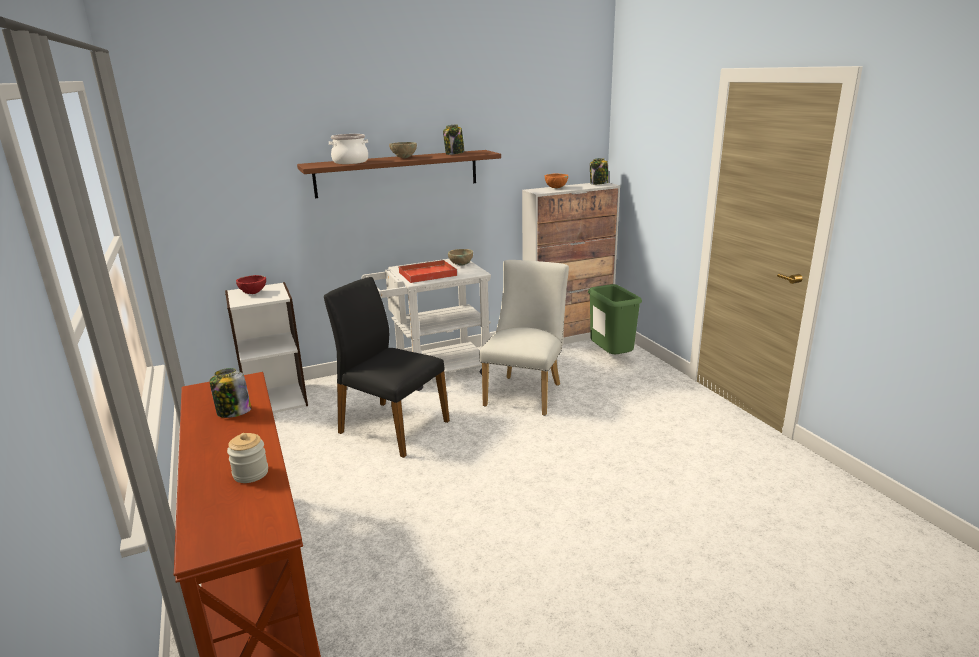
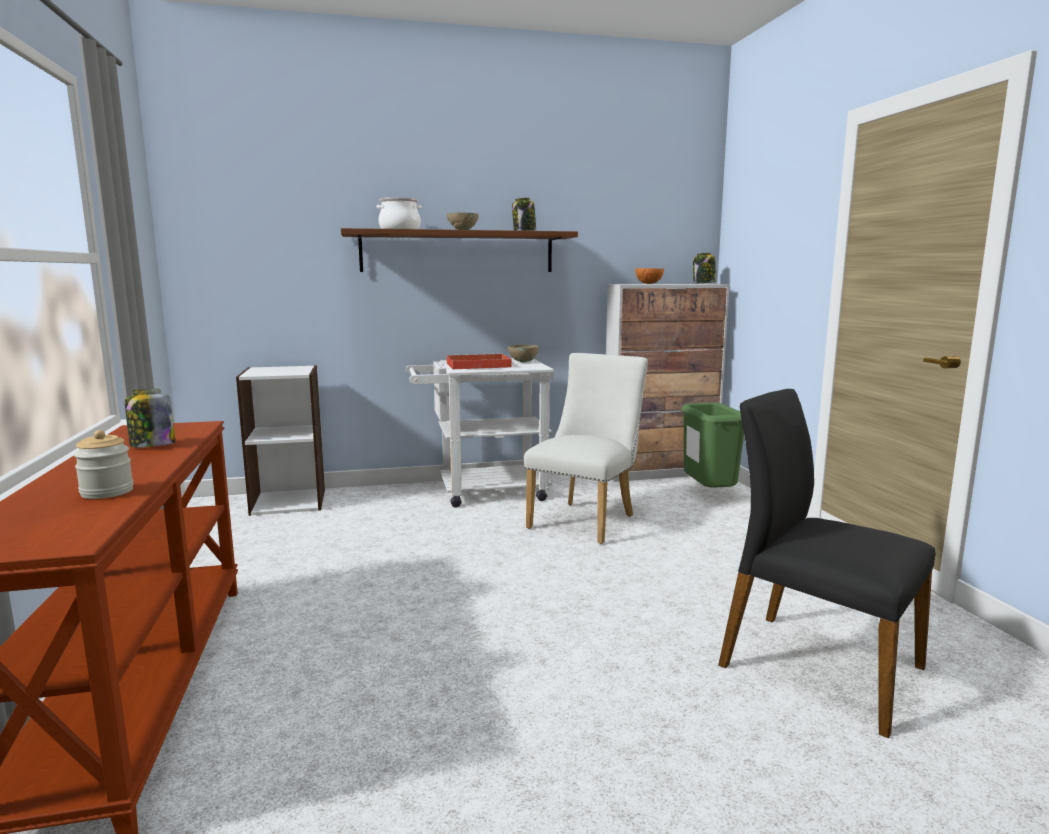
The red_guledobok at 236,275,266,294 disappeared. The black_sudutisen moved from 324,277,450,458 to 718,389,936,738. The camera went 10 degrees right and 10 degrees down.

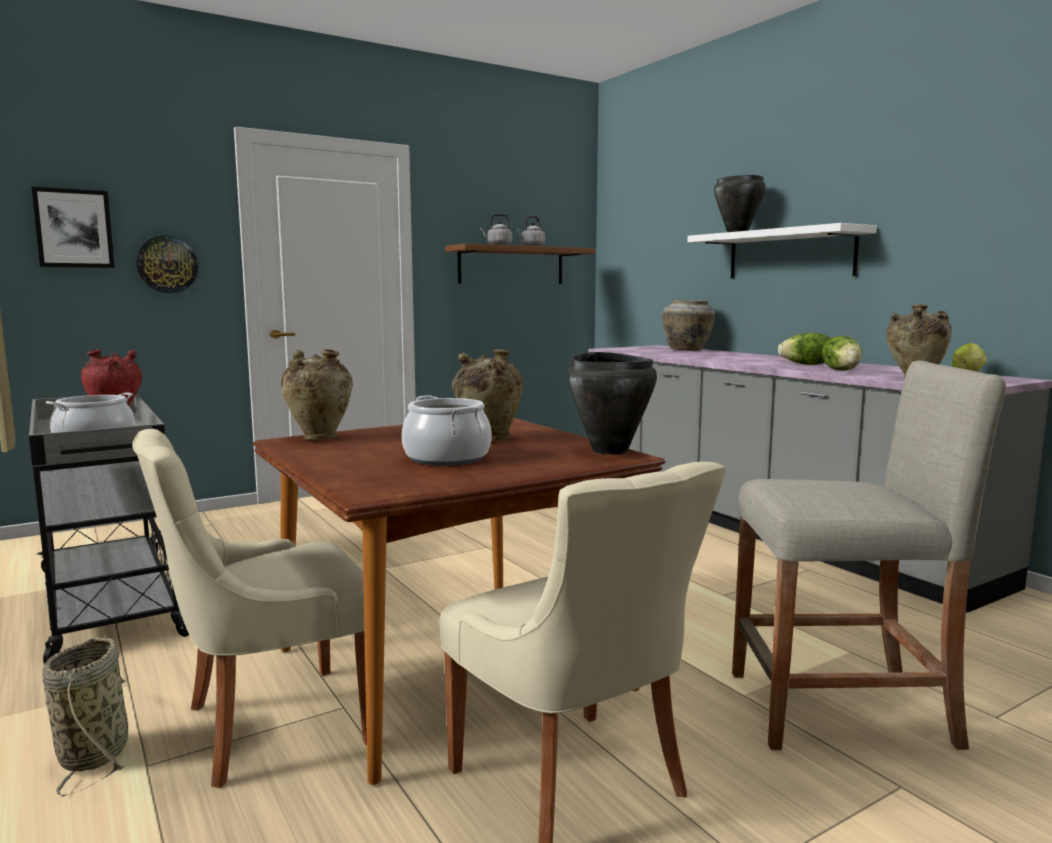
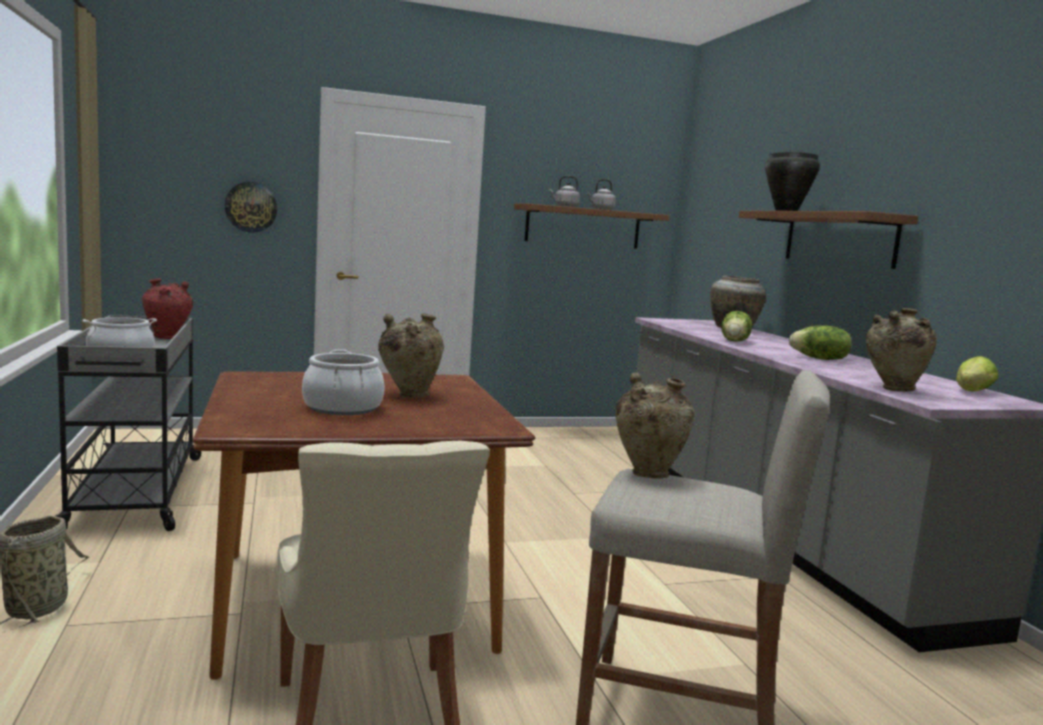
The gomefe at 32,187,115,268 disappeared. The beige_sudutisen at 132,429,367,788 disappeared. The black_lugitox at 567,352,657,455 disappeared. The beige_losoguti moved from 281,349,353,439 to 615,372,695,479. The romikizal moved from 822,336,862,370 to 721,311,752,342. The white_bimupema at 687,223,877,278 became the brown_bimupema at 739,211,918,269. The camera went 15 degrees right and 0 degrees up.

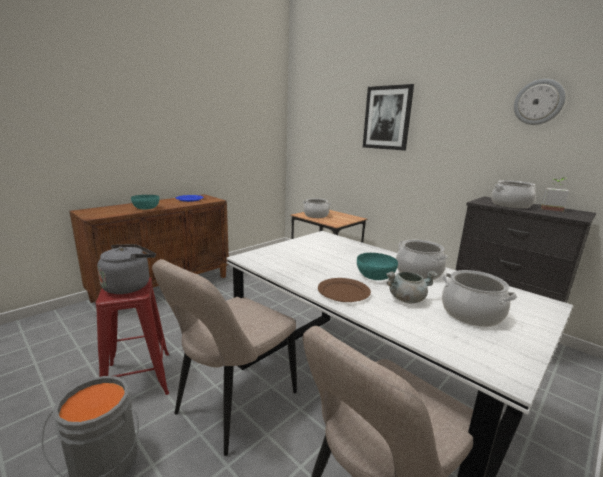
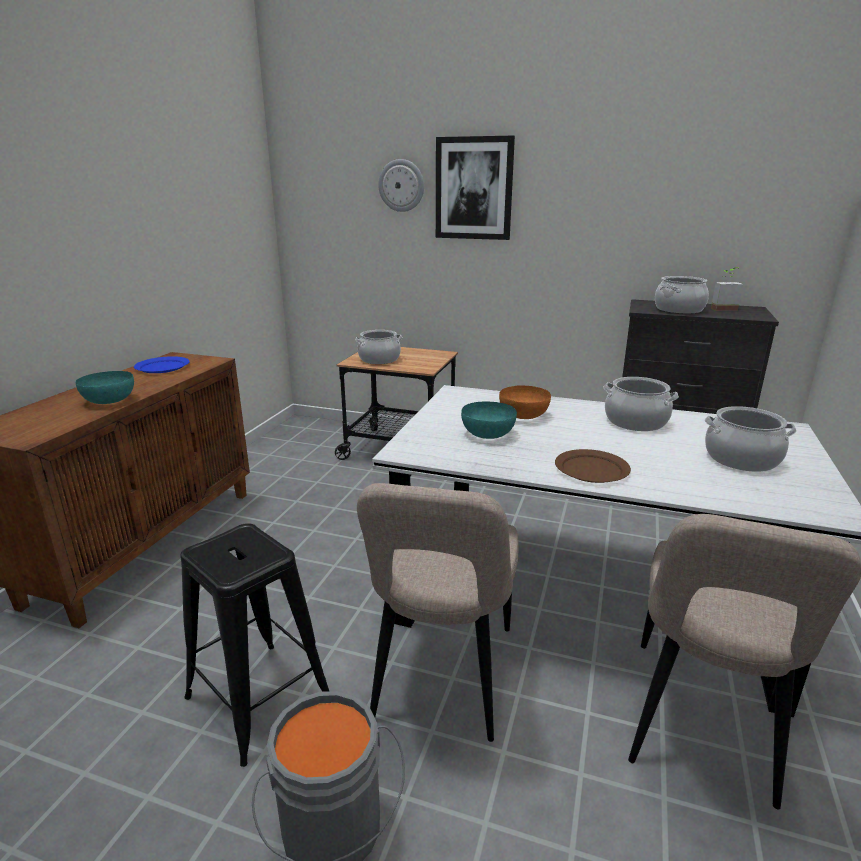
The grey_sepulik at 97,244,156,294 disappeared. The grey_lugitox at 386,271,438,303 disappeared. The orange_guledobok at 499,386,551,419 appeared. The turquoise_guledobok moved from 357,253,398,280 to 461,401,517,439. The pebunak moved from 514,79,565,125 to 378,159,424,212. The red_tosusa at 96,277,169,395 became the black_tosusa at 180,523,329,767. The camera went 25 degrees left and 5 degrees up.

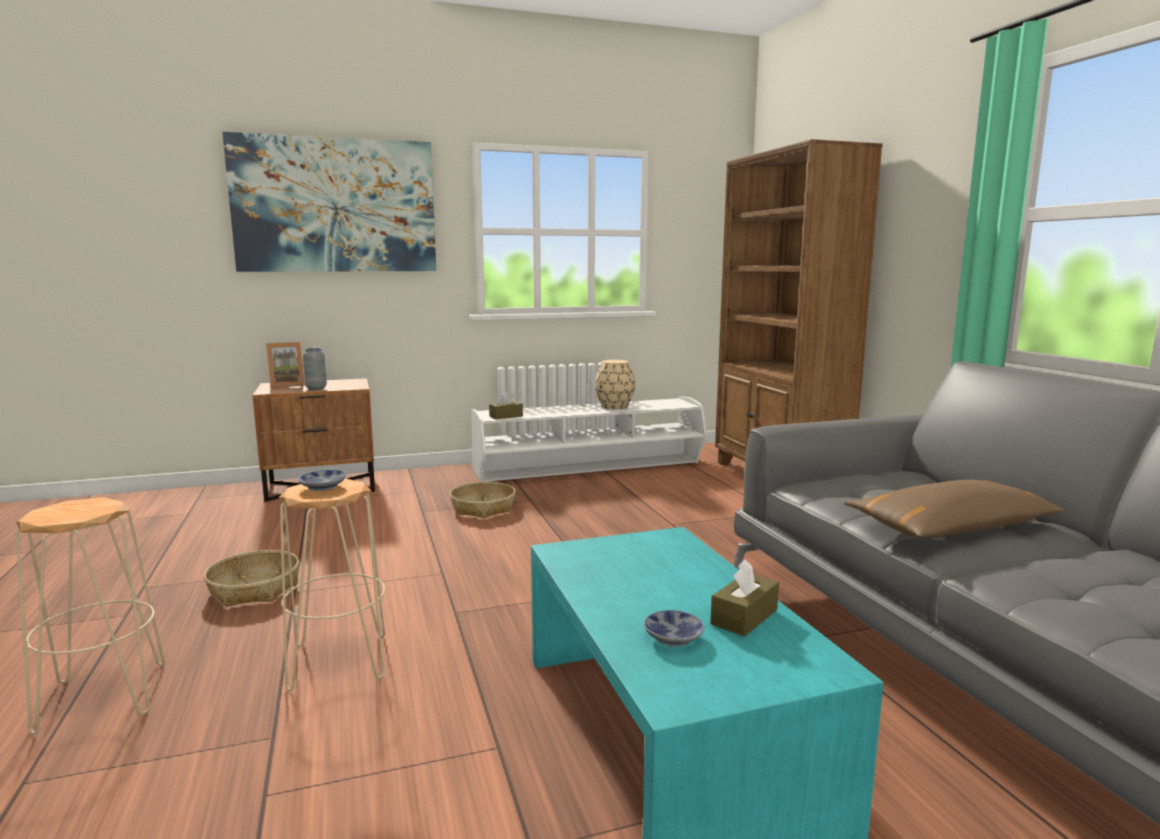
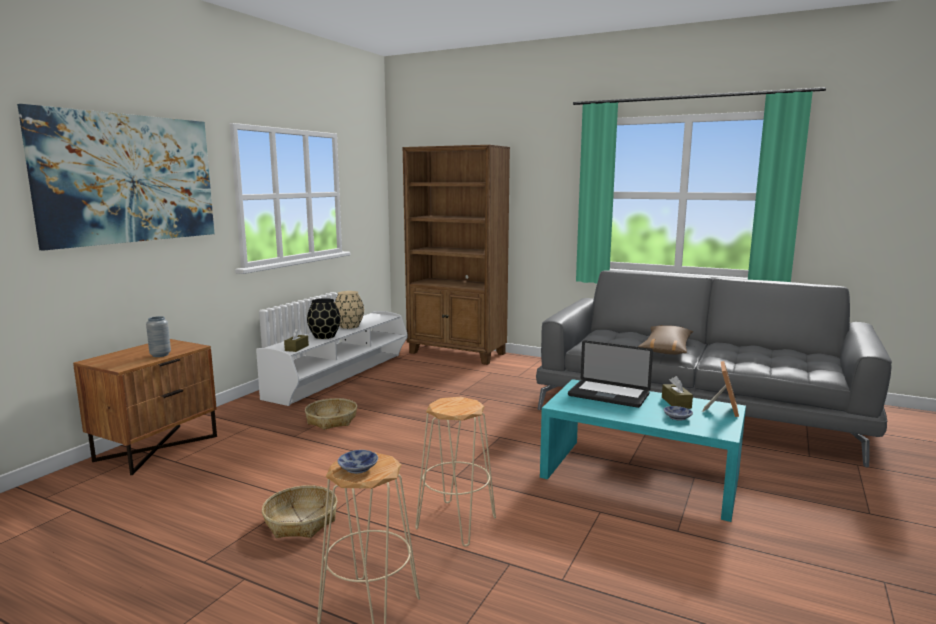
The black_losoguti at 307,298,340,339 appeared. The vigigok at 568,340,653,408 appeared. The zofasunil moved from 266,342,305,388 to 702,361,739,417. The guledobok moved from 298,470,346,491 to 338,450,378,474. The camera went 45 degrees left and 0 degrees up.

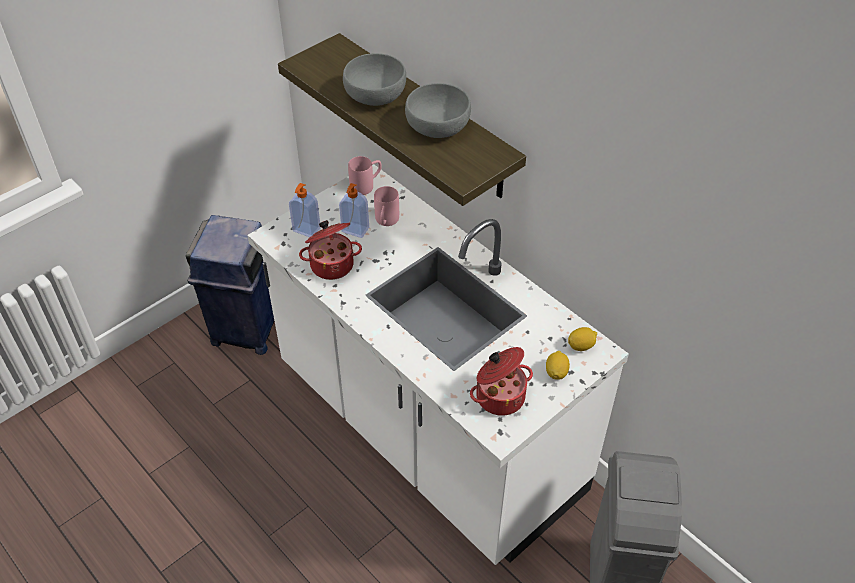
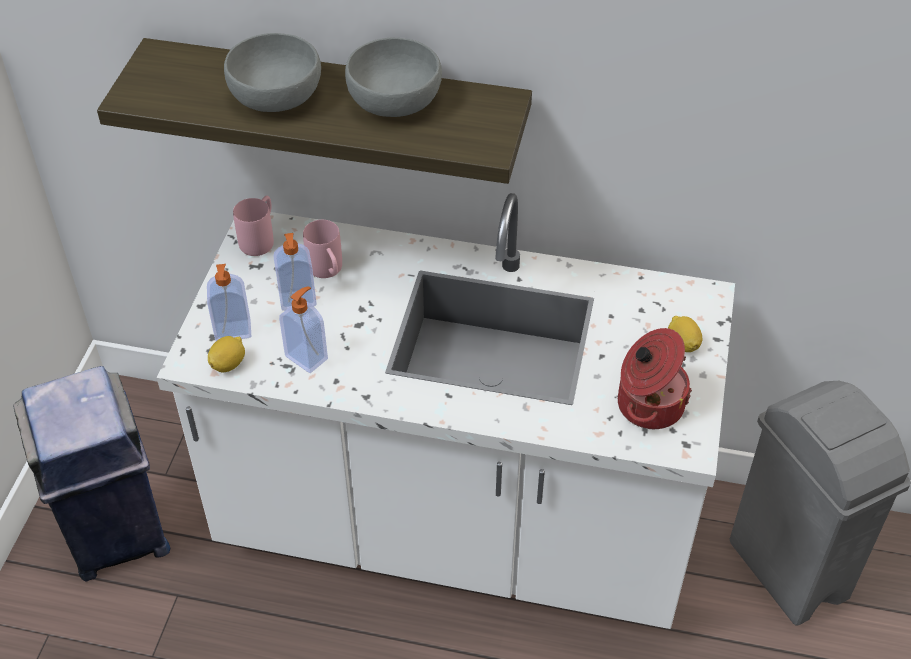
The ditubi moved from 568,327,597,351 to 208,336,245,372. The lugitox at 299,220,362,280 was replaced by the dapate at 279,286,328,373. The camera went 35 degrees left and 0 degrees up.

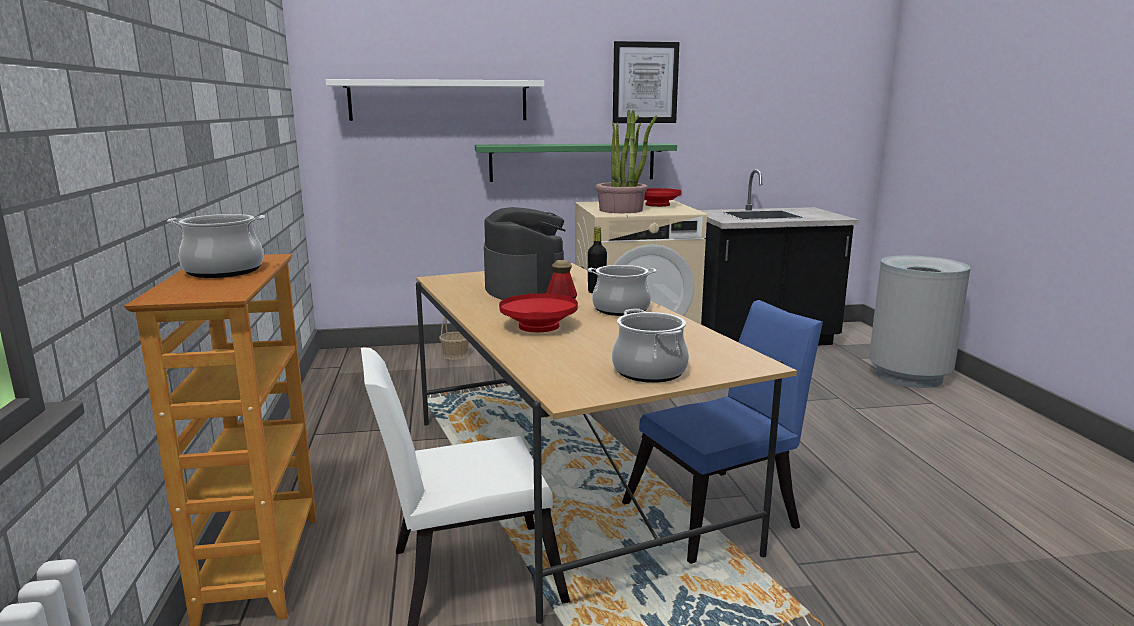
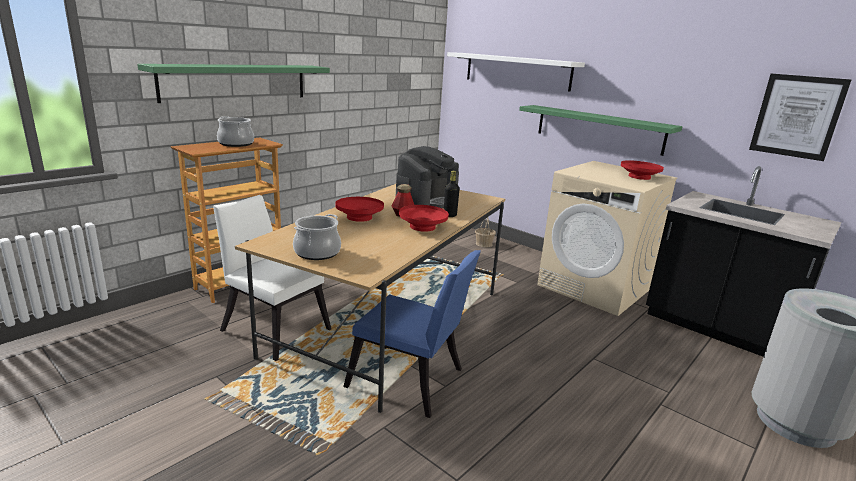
The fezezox at 595,110,657,213 disappeared. The green_bimupema at 137,64,330,103 appeared. The gomefe moved from 613,41,680,123 to 749,73,852,161. The lugitox at 588,265,657,316 was replaced by the red_guledobok at 399,205,449,232. The camera went 50 degrees right and 5 degrees up.

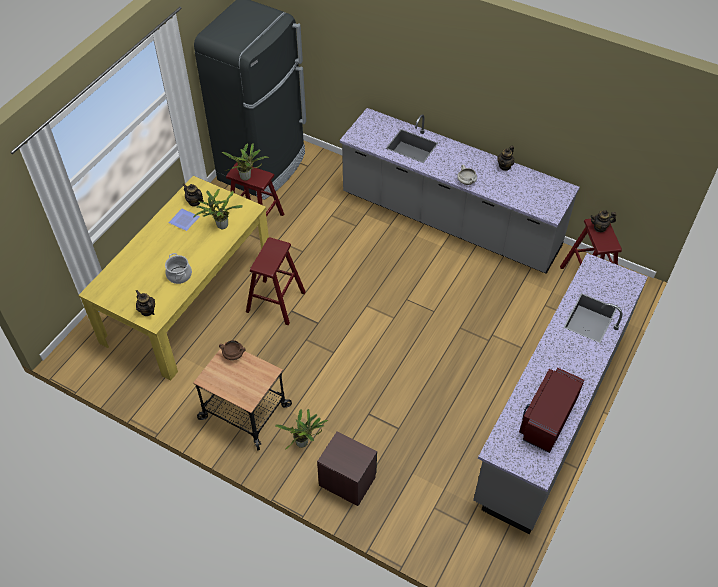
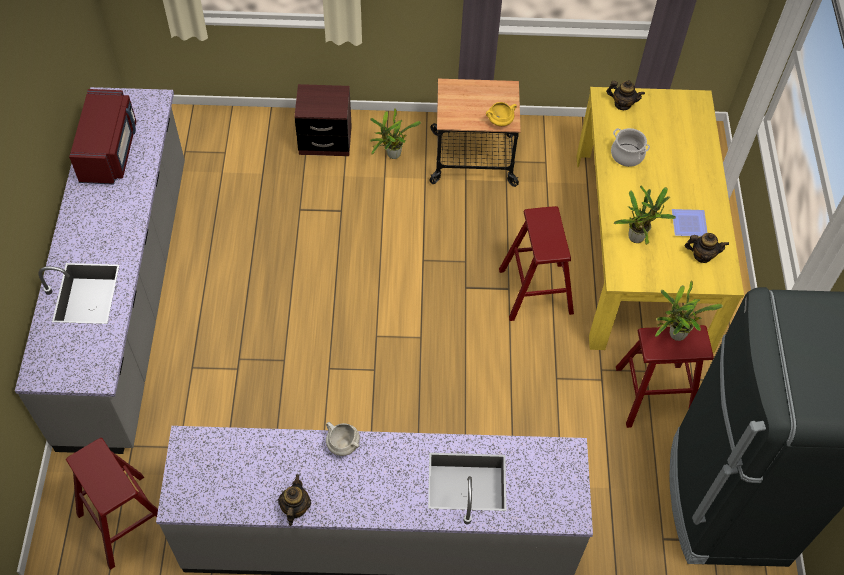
The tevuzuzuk at 590,210,616,232 disappeared. The brown_lugitox at 219,340,246,360 became the yellow_lugitox at 486,102,517,126. The camera went 150 degrees right and 5 degrees up.

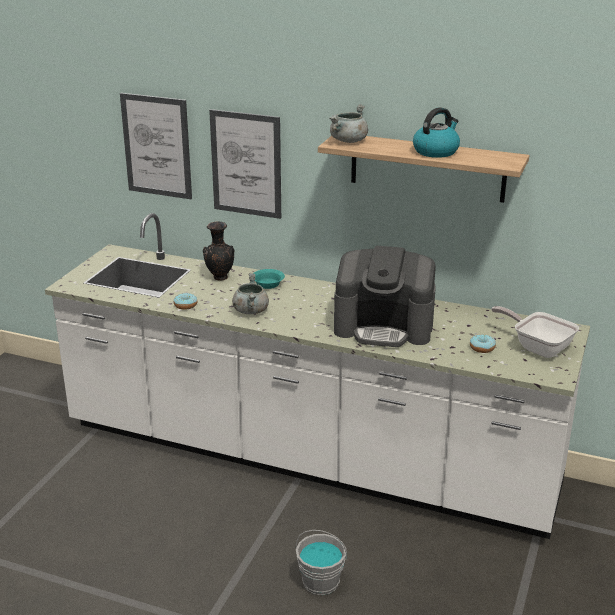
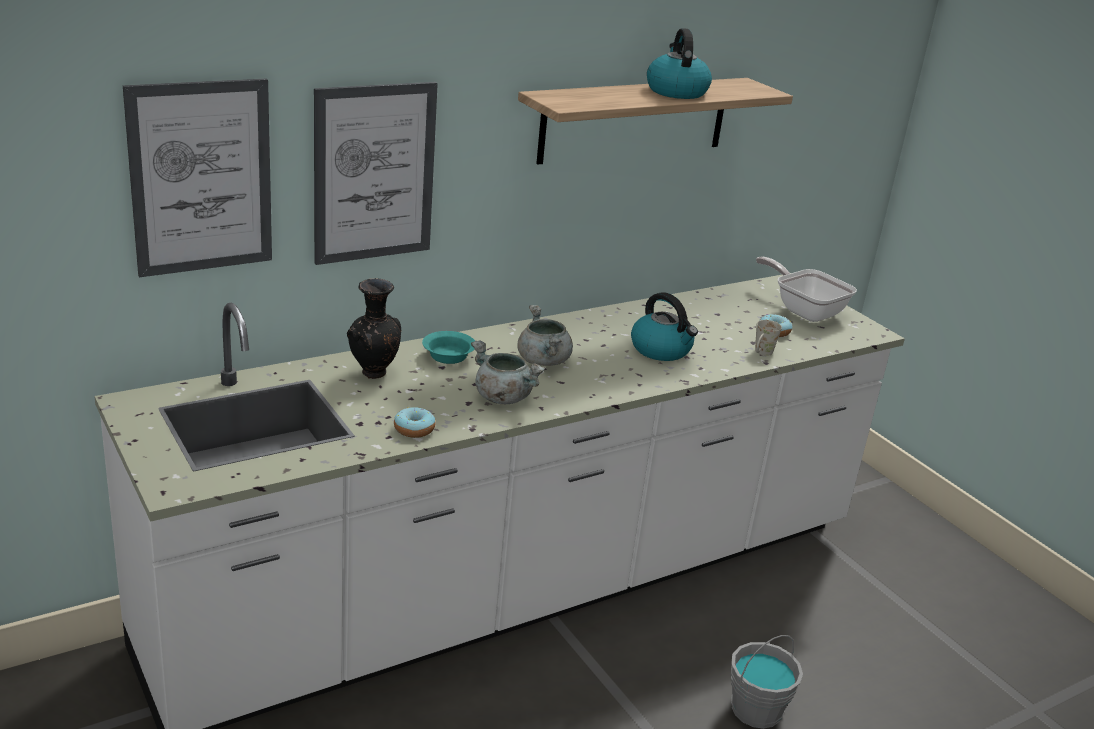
The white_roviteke at 755,320,782,356 appeared. The grey_lugitox moved from 330,104,368,143 to 517,305,573,366. The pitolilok at 334,246,436,347 was replaced by the sepulik at 631,292,698,361. The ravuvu at 491,306,579,358 turned 60 degrees clockwise. The camera went 55 degrees left and 0 degrees up.

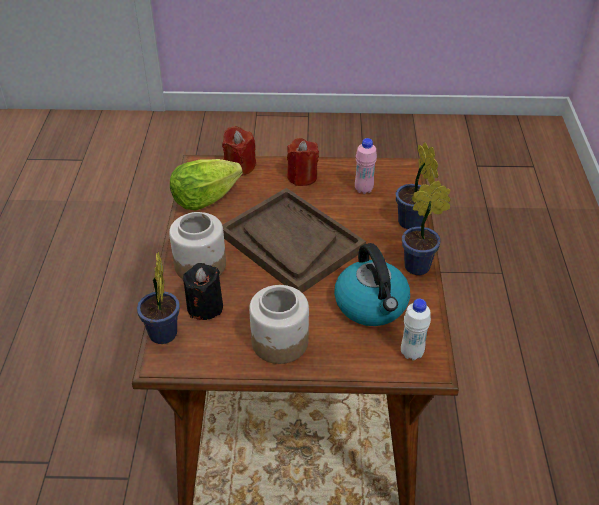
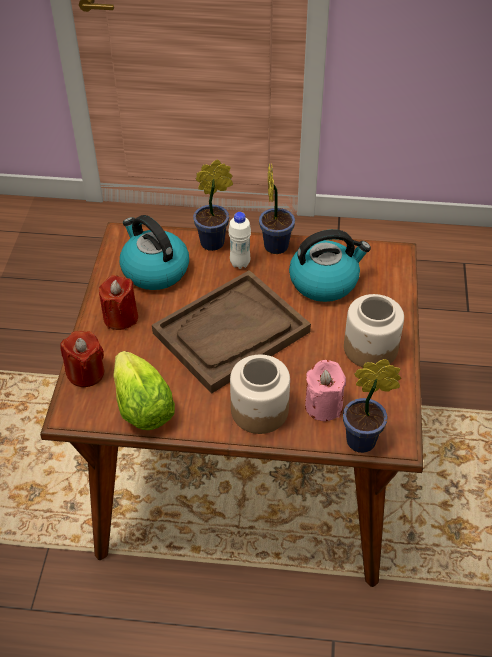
The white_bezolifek moved from 401,299,431,361 to 228,212,251,269. The pink_bezolifek at 355,138,377,194 was replaced by the sepulik at 120,215,189,290. The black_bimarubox at 183,263,223,320 became the pink_bimarubox at 305,360,346,421. The camera went 85 degrees left and 5 degrees up.

